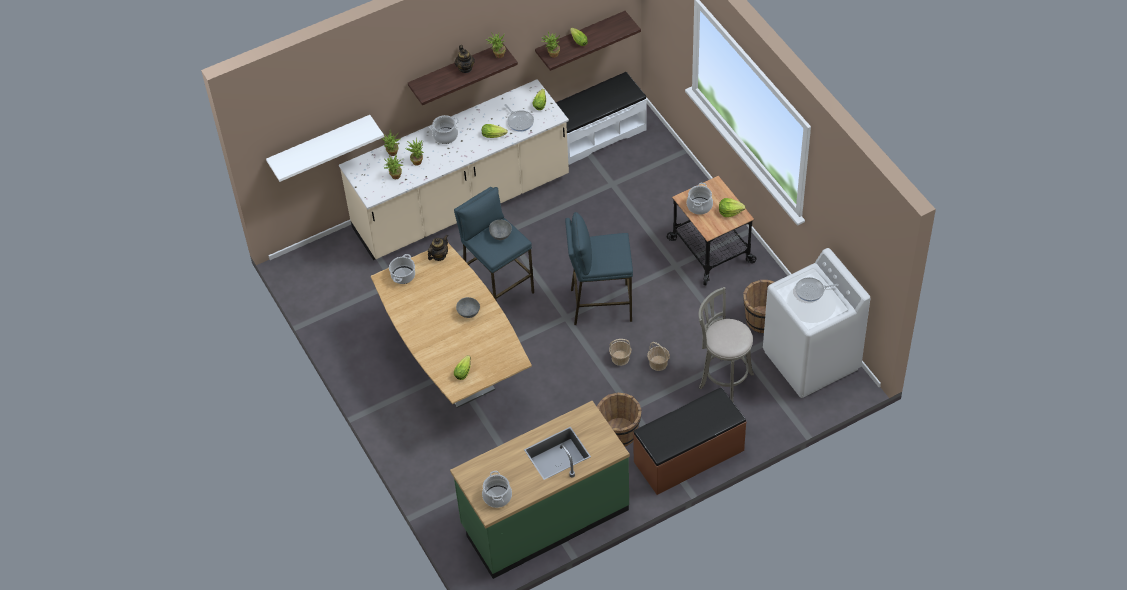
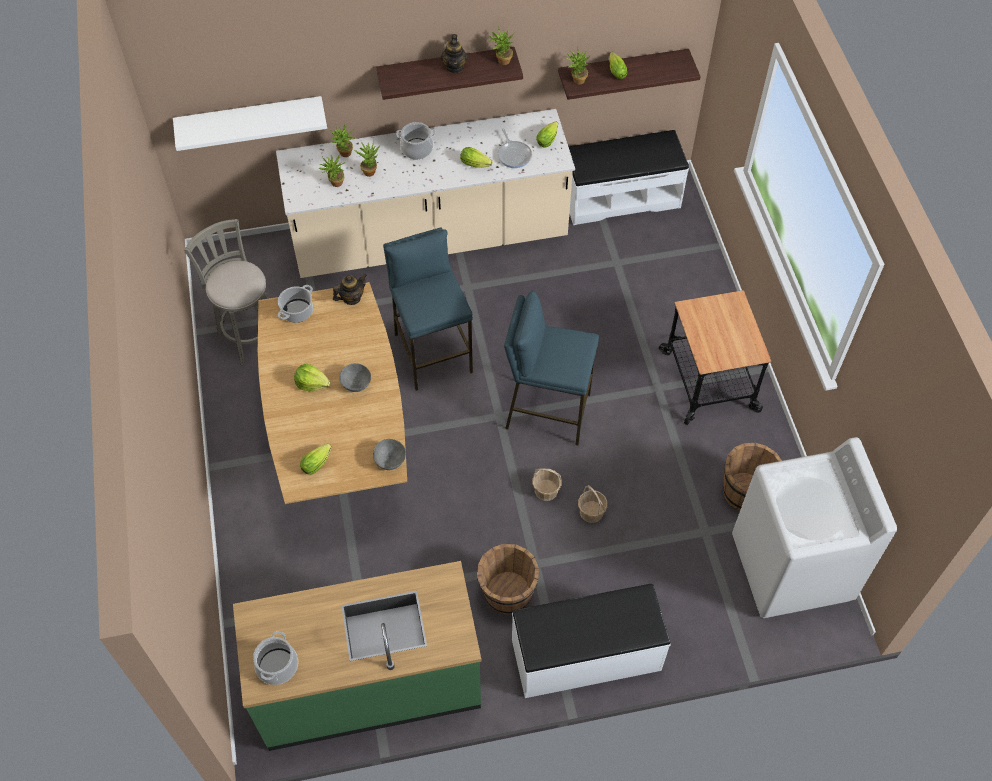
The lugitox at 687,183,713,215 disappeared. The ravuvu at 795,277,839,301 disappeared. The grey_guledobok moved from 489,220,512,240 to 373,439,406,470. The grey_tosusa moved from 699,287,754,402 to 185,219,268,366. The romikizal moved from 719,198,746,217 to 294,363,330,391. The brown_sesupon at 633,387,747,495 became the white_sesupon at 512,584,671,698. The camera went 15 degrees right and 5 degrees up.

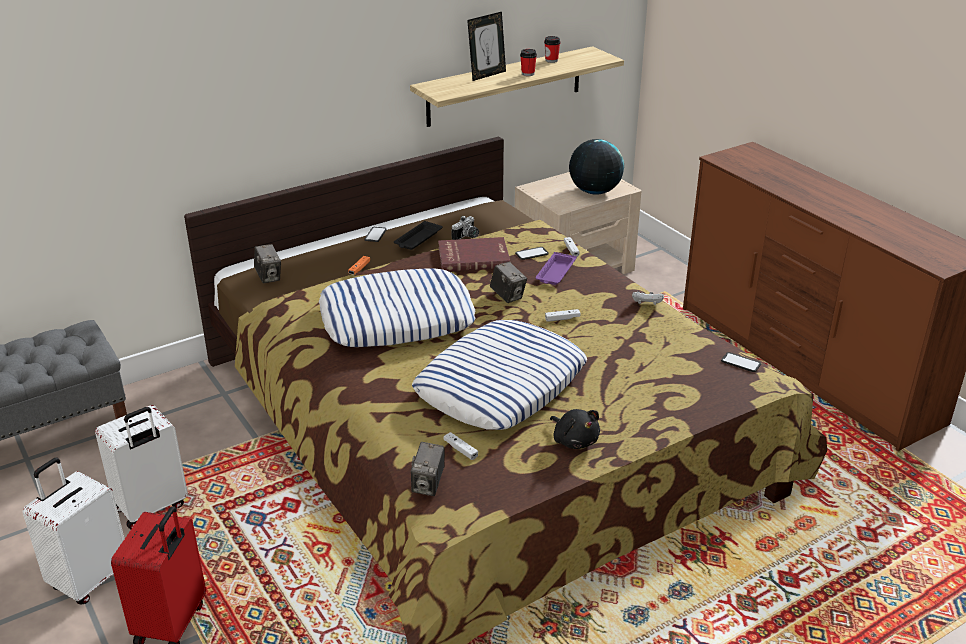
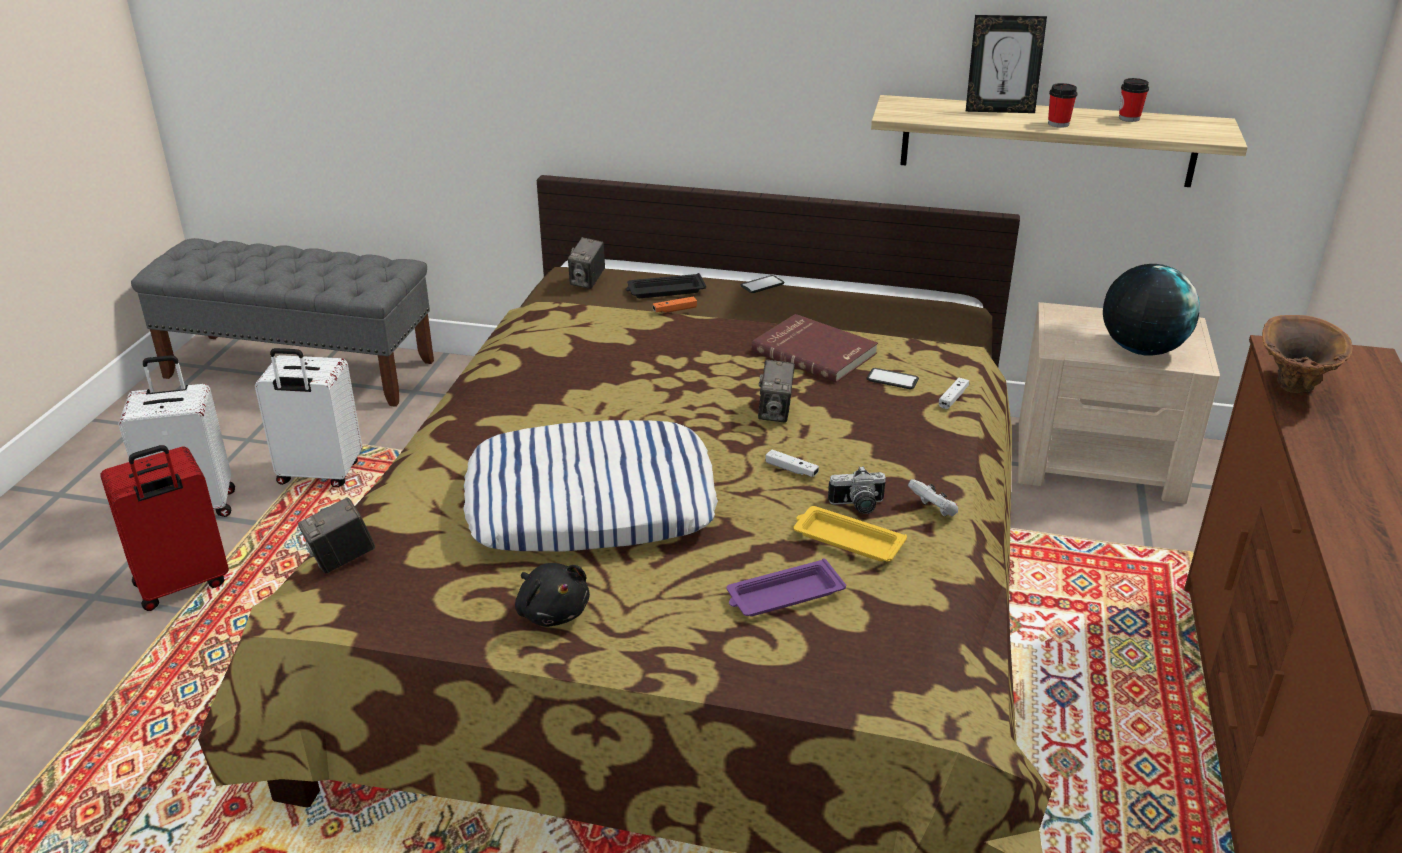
The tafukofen at 319,268,475,347 disappeared. The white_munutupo at 444,432,478,460 disappeared. The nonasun at 721,352,761,372 disappeared. The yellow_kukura at 793,506,907,562 appeared. The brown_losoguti at 1262,315,1353,393 appeared. The black_kukura moved from 394,221,442,250 to 626,273,706,298. The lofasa moved from 451,216,479,240 to 828,466,886,514. The purple_kukura moved from 535,252,577,285 to 727,558,846,616. The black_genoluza at 550,409,600,449 turned 45 degrees counterclockwise. The camera went 45 degrees right and 0 degrees up.

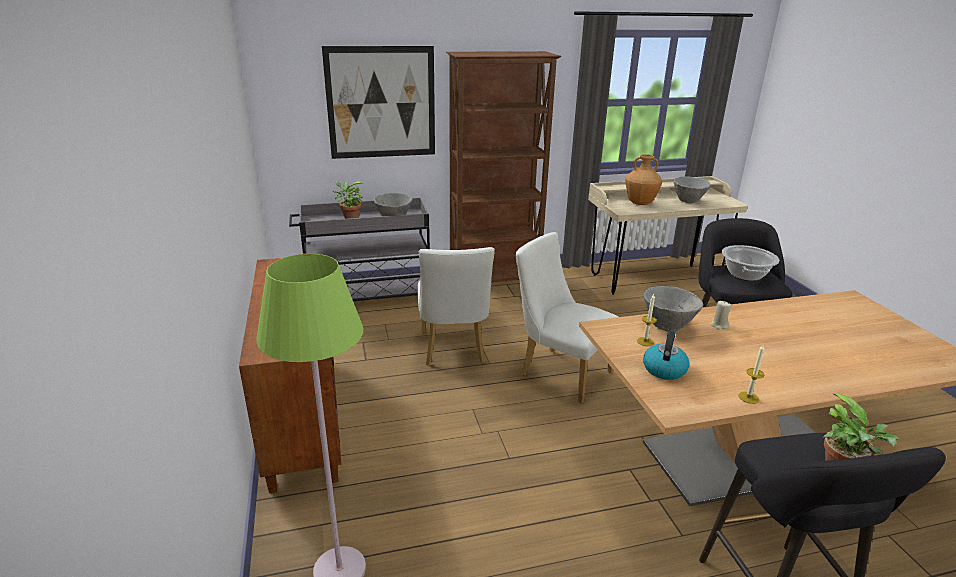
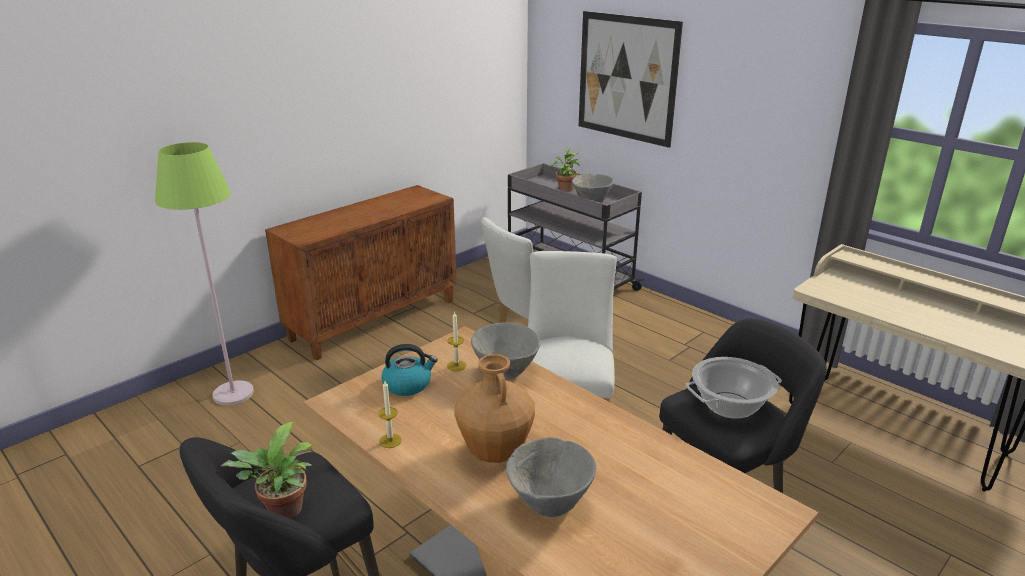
The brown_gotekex at 446,51,561,282 disappeared. The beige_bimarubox at 711,301,731,330 disappeared. The brown_losoguti moved from 625,154,662,205 to 454,354,535,463. The grey_guledobok moved from 674,177,711,203 to 506,437,596,517. The camera went 60 degrees right and 0 degrees up.

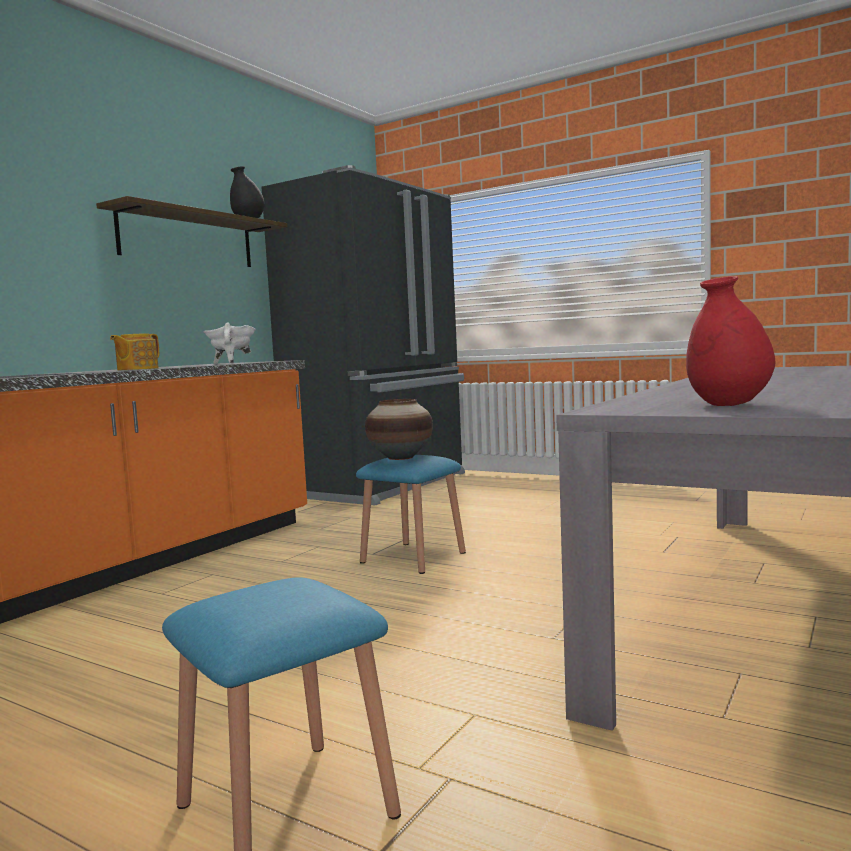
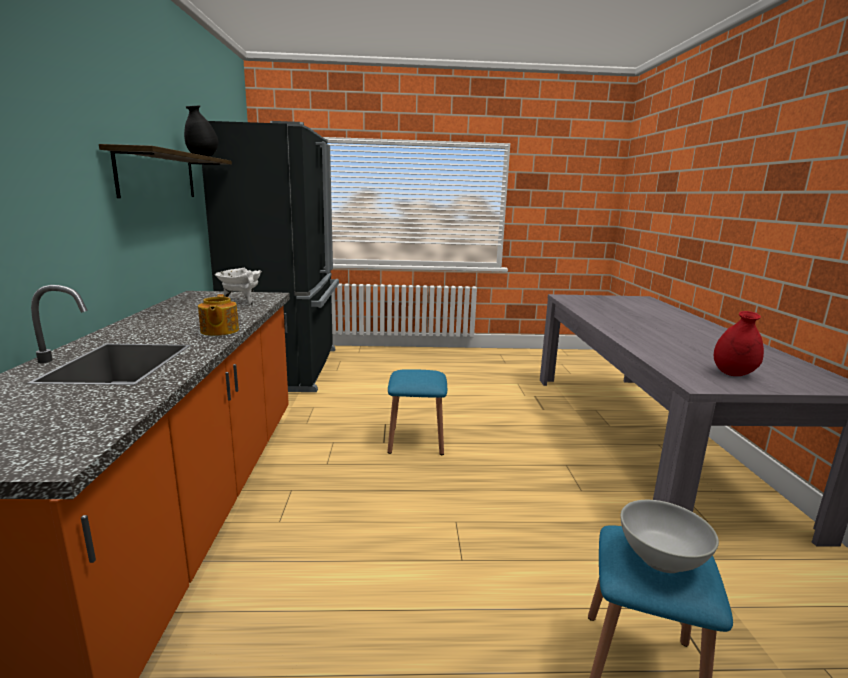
The losoguti at 365,399,433,460 disappeared. The white_guledobok at 620,500,719,573 appeared. The camera went 35 degrees left and 10 degrees up.

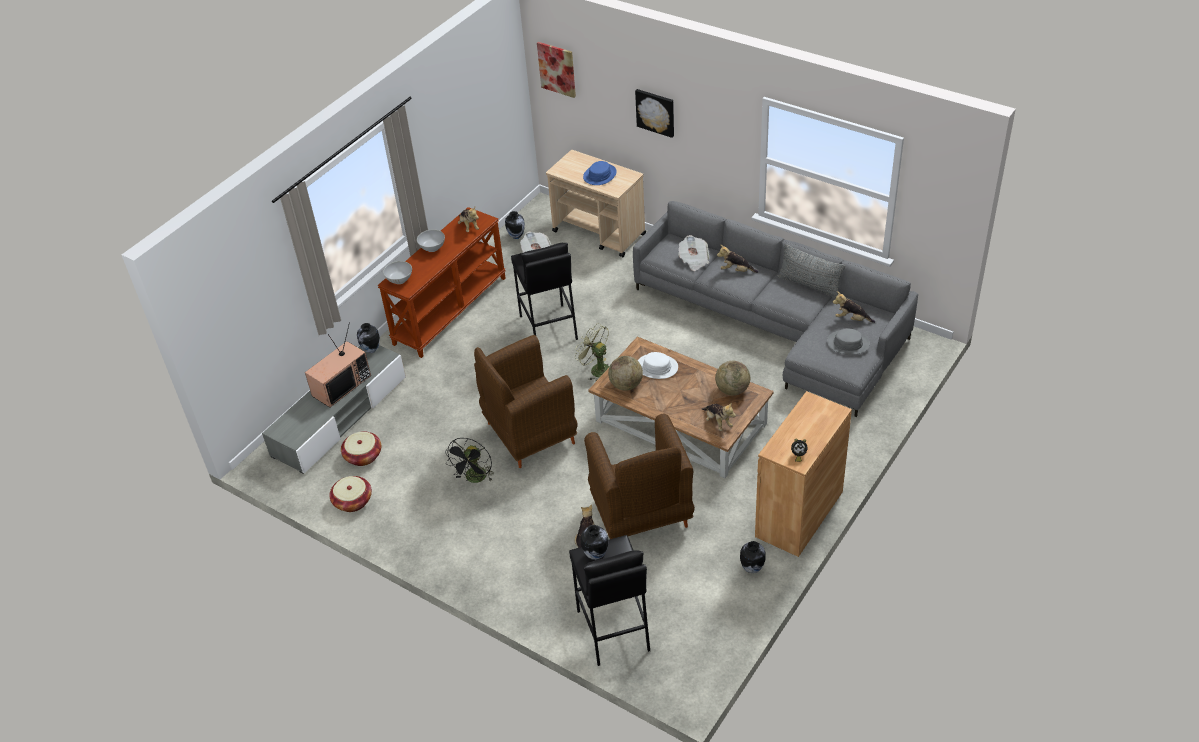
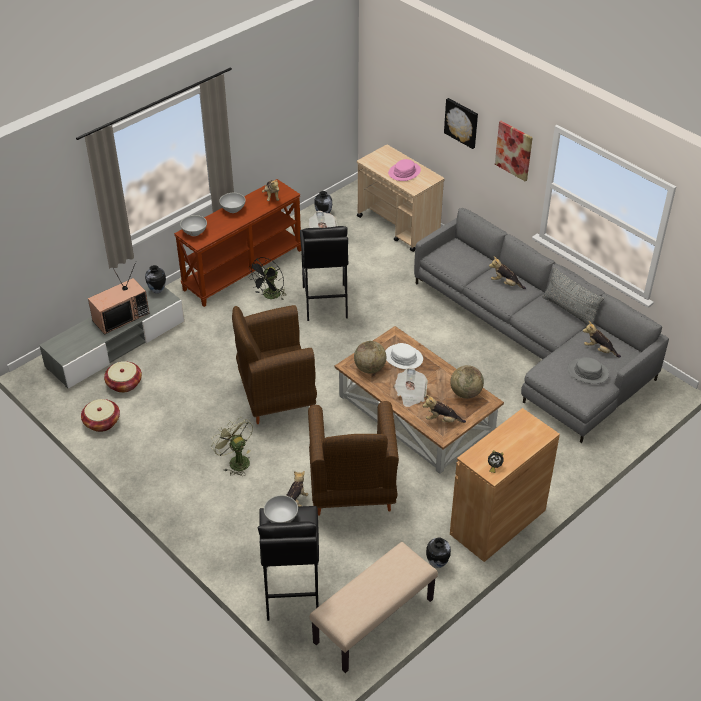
The beige_sesupon at 310,542,438,673 appeared. The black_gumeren moved from 445,438,494,483 to 248,257,287,300. The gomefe moved from 537,42,576,98 to 495,121,533,182. The green_gumeren moved from 575,323,609,381 to 211,417,253,475. The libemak moved from 678,235,709,271 to 394,368,428,407. The losoguti at 581,525,608,560 was replaced by the white_guledobok at 264,495,298,523. The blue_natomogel at 583,161,617,185 became the pink_natomogel at 388,159,421,181. The genoluza at 702,402,736,431 turned 120 degrees clockwise. The camera went 10 degrees right and 0 degrees up.

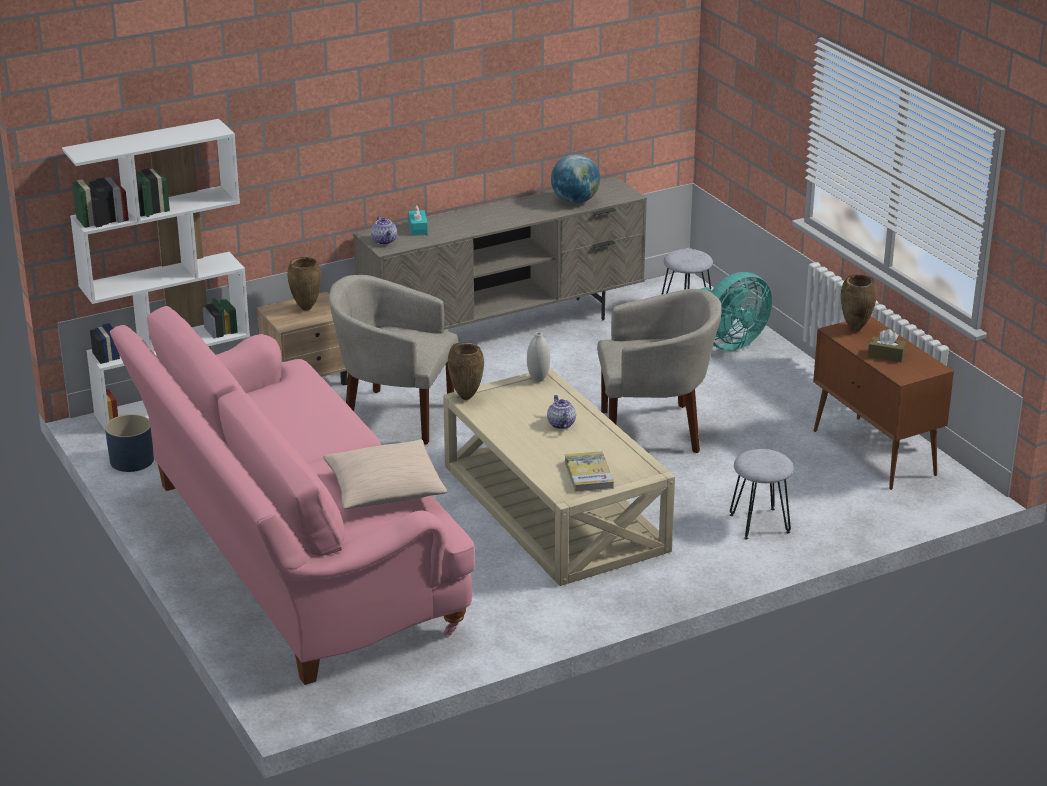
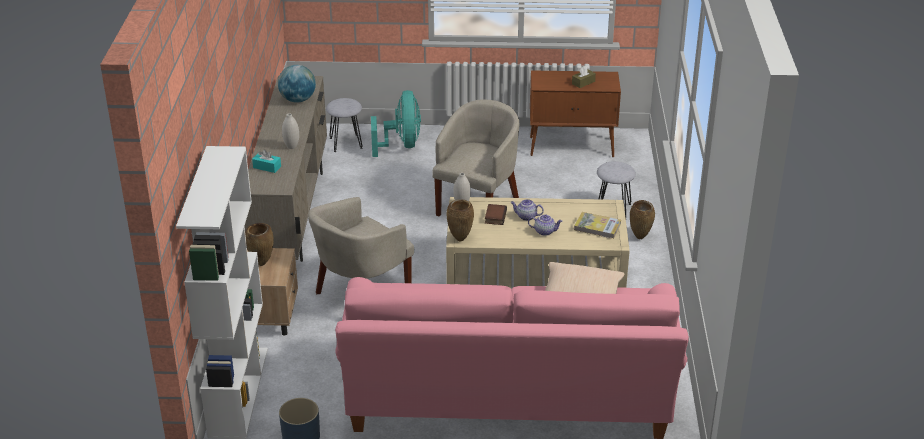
The white_losoguti at 282,113,299,149 appeared. The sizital at 485,204,507,225 appeared. The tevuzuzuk moved from 371,216,397,245 to 528,215,563,236. The brown_losoguti moved from 841,274,877,331 to 630,200,655,239. The camera went 60 degrees left and 5 degrees up.

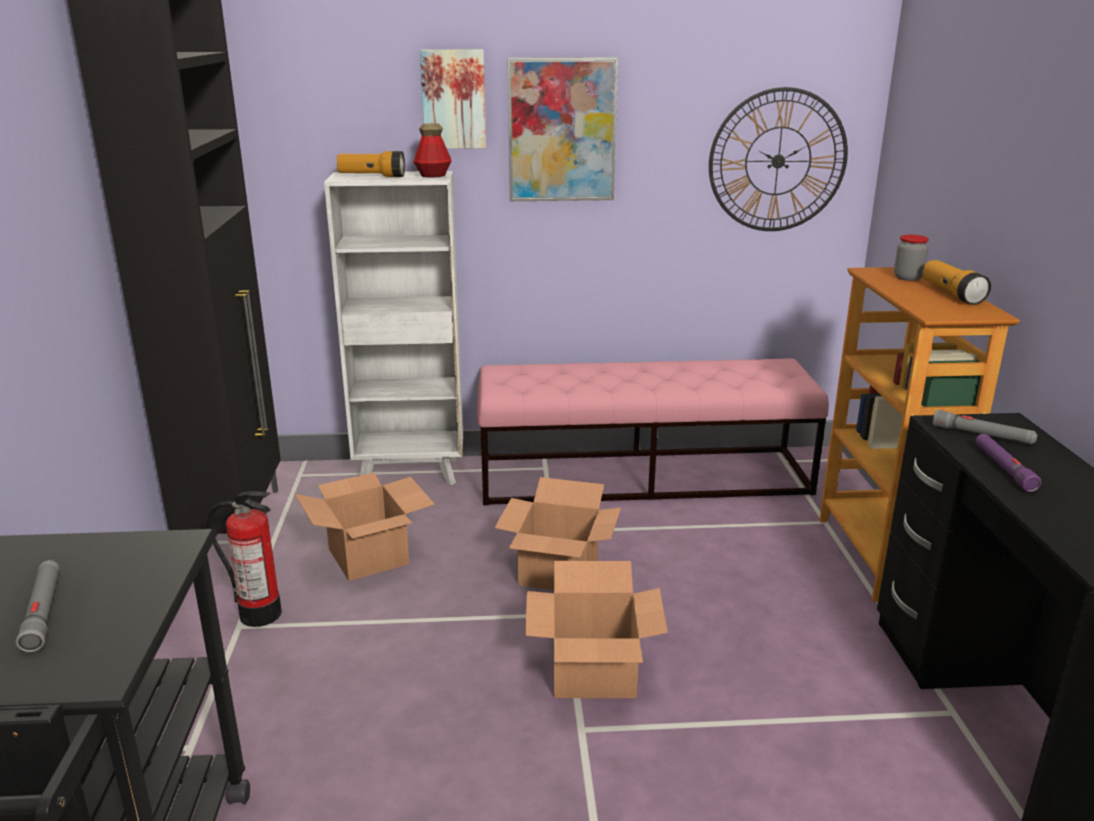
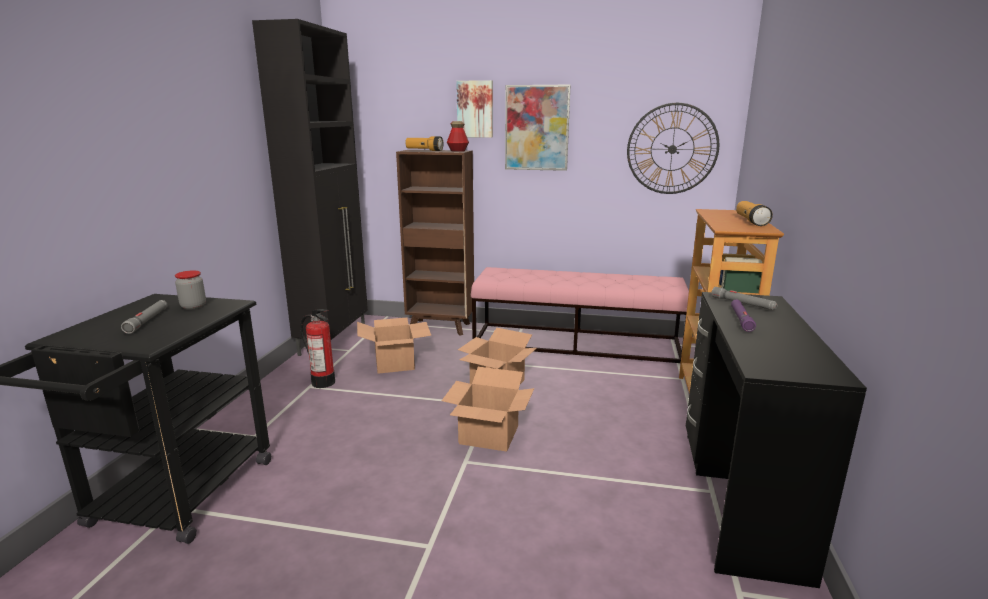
The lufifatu moved from 894,235,929,281 to 175,270,206,310. The white_gotekex at 324,171,463,485 became the brown_gotekex at 396,150,474,336. The camera went 15 degrees right and 5 degrees down.

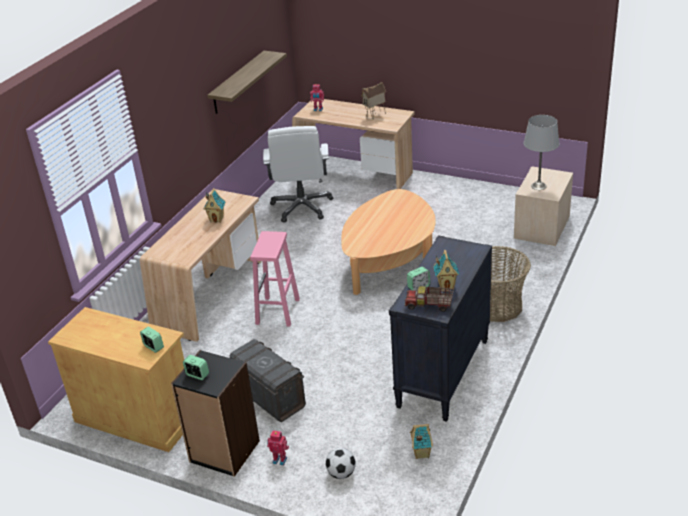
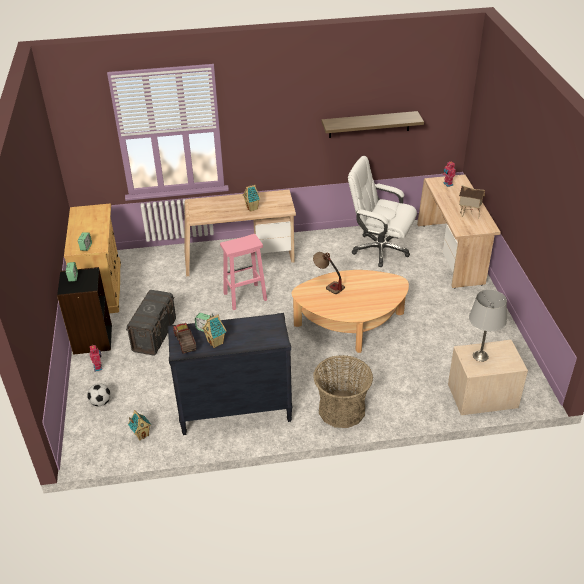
The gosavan at 313,252,345,294 appeared. The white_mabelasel at 263,126,333,222 turned 60 degrees clockwise. The camera went 55 degrees right and 5 degrees up.

